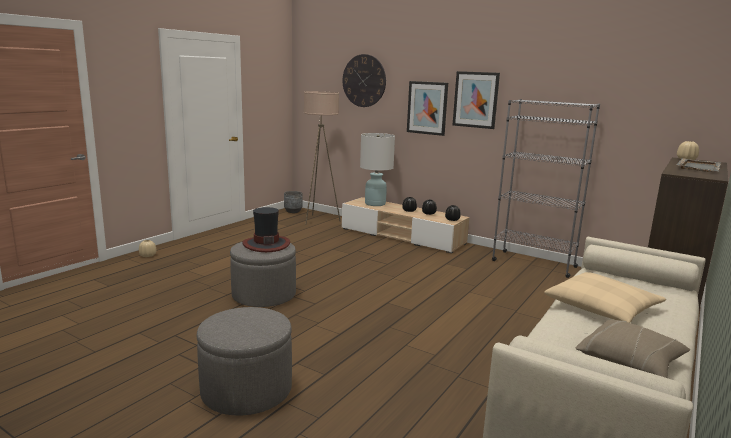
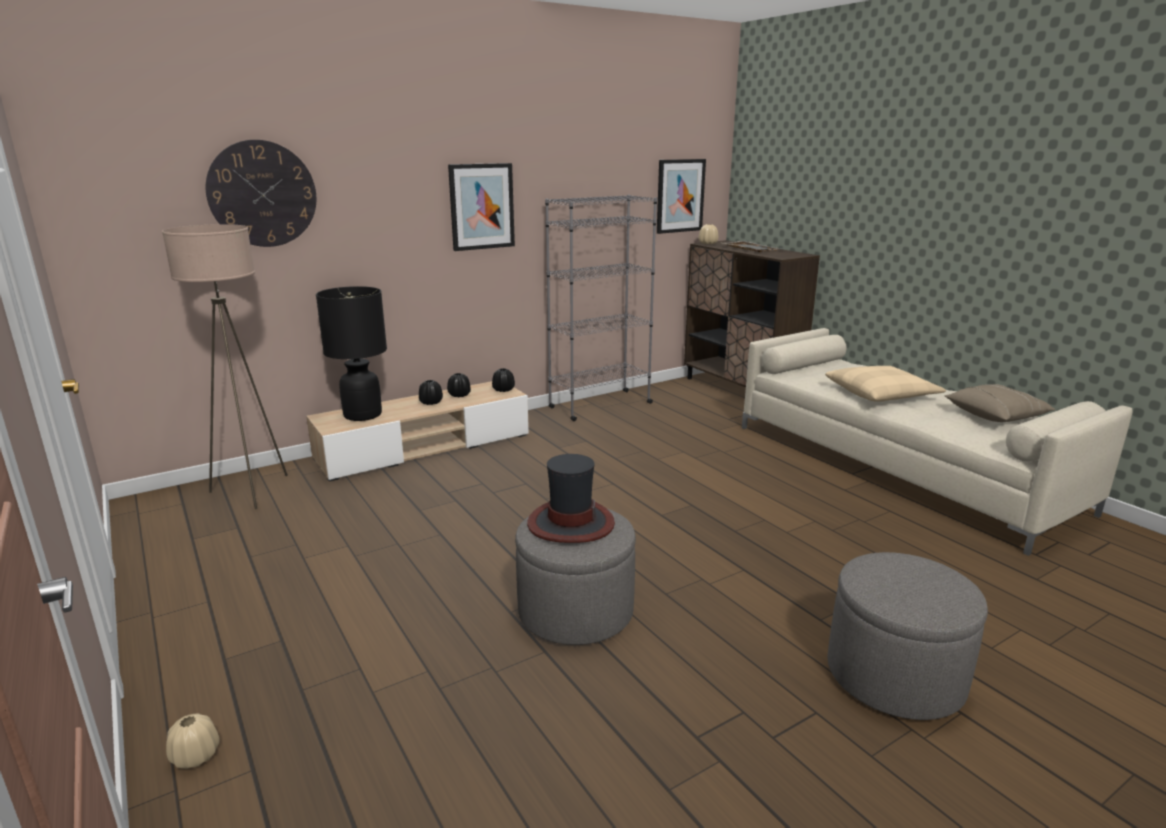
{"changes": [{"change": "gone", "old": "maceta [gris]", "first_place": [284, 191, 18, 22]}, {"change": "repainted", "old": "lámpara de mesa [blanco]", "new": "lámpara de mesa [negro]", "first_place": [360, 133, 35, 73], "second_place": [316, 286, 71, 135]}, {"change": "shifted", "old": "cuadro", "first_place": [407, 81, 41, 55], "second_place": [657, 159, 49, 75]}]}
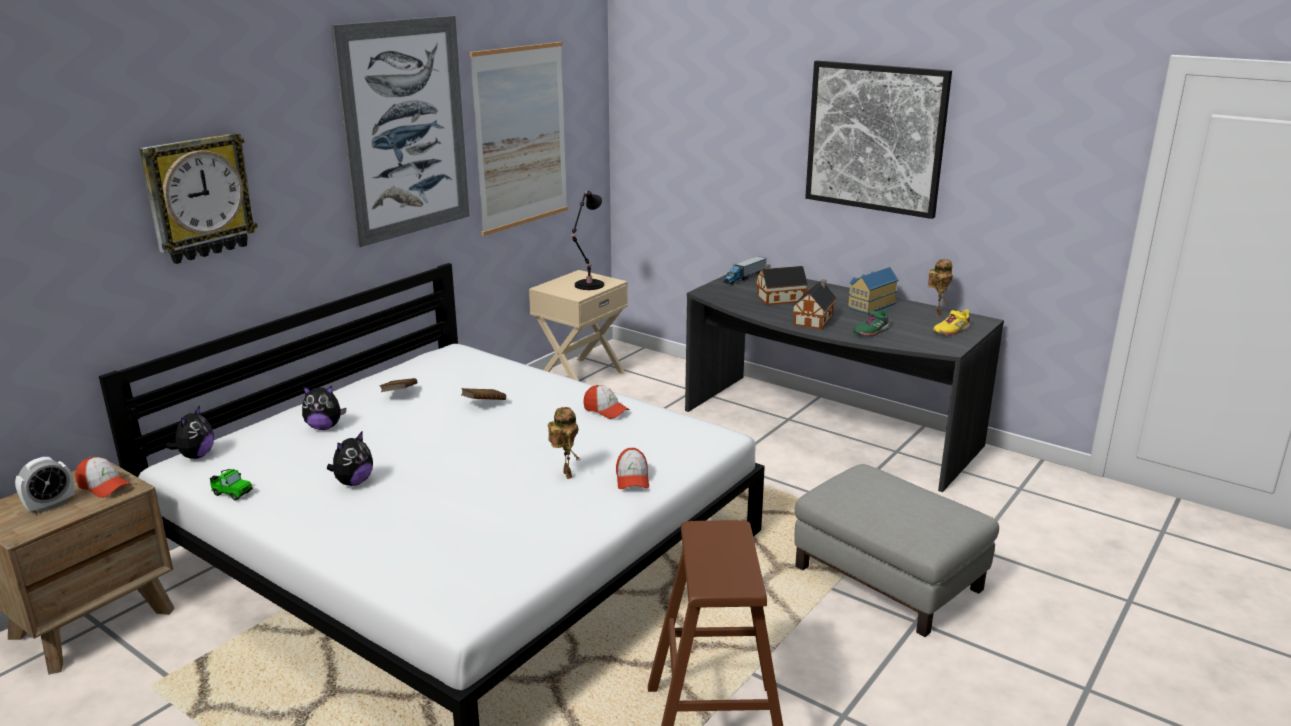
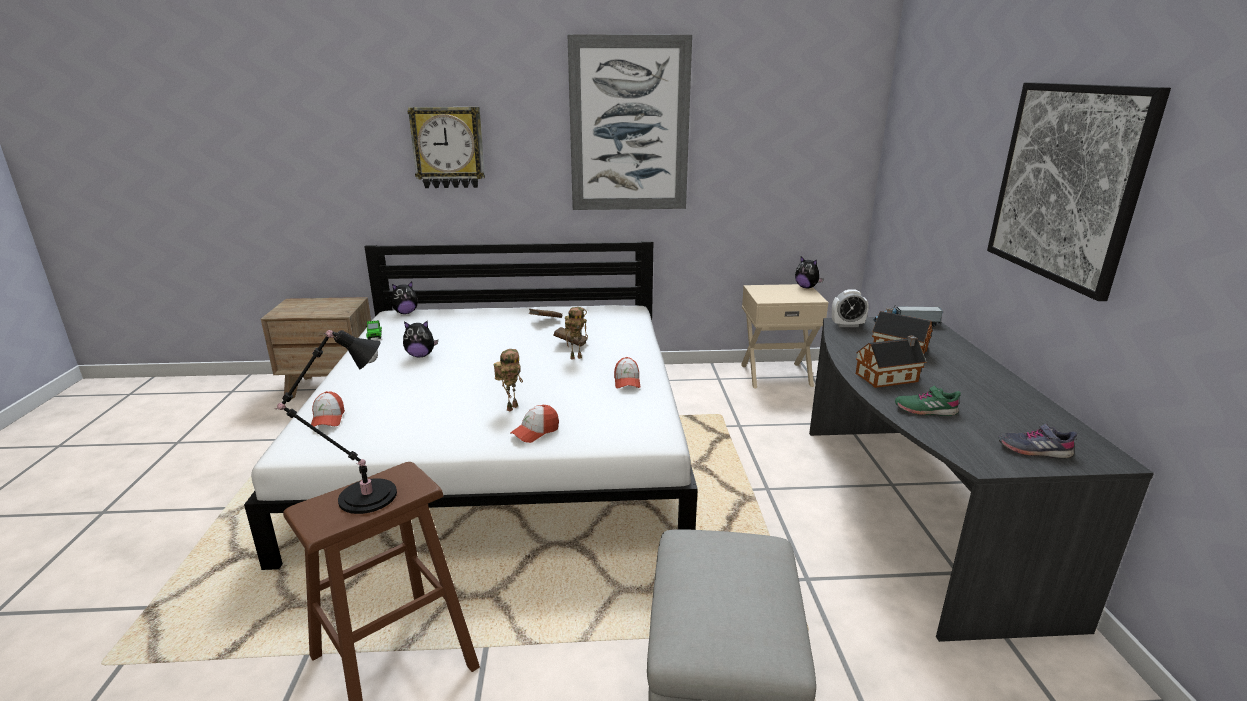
{"changes": [{"change": "shifted", "old": "despertador", "first_place": [15, 457, 60, 56], "second_place": [832, 289, 37, 38]}, {"change": "shifted", "old": "gorra", "first_place": [75, 457, 56, 41], "second_place": [311, 391, 34, 36]}, {"change": "shifted", "old": "peluche", "first_place": [302, 386, 44, 44], "second_place": [795, 257, 28, 31]}, {"change": "gone", "old": "cuadro", "first_place": [469, 42, 99, 194]}, {"change": "shifted", "old": "lámpara de mesa [negro]", "first_place": [571, 191, 33, 99], "second_place": [275, 330, 122, 184]}, {"change": "gone", "old": "casita", "first_place": [848, 267, 50, 47]}, {"change": "shifted", "old": "robot de juguete", "first_place": [928, 259, 25, 58], "second_place": [565, 307, 23, 53]}, {"change": "repainted", "old": "zapato [amarillo]", "new": "zapato [gris]", "first_place": [933, 309, 37, 27], "second_place": [998, 423, 79, 36]}]}
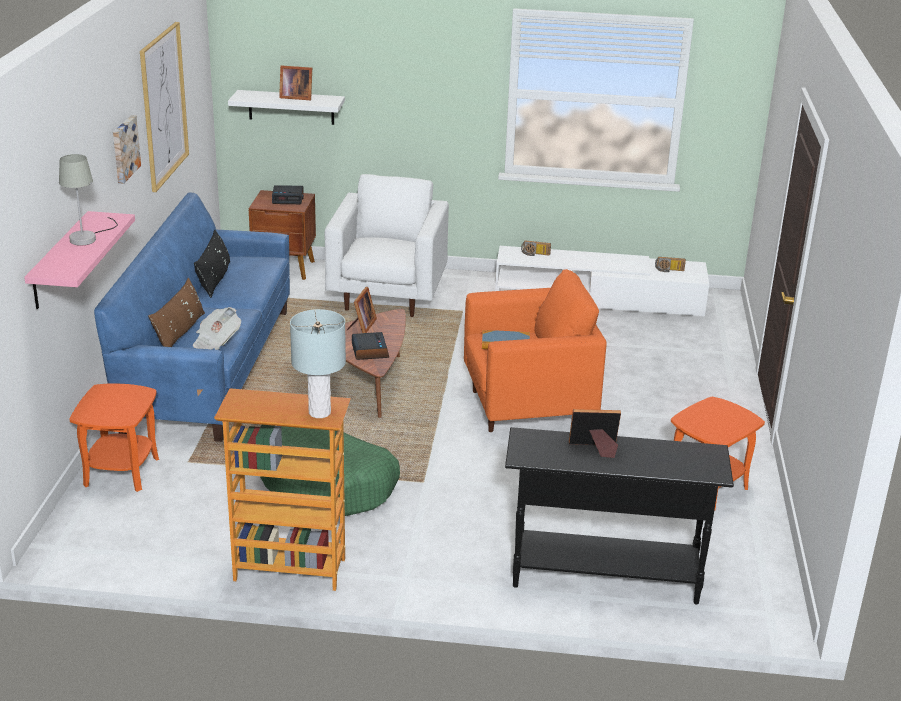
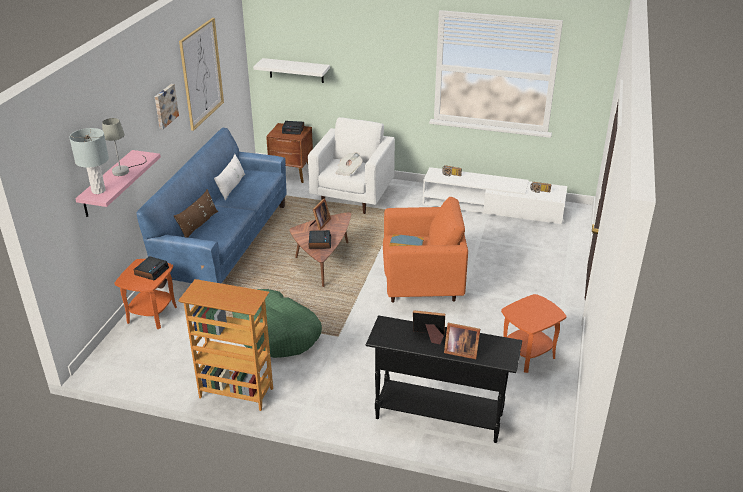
{"changes": [{"change": "shifted", "old": "periódico", "first_place": [193, 307, 48, 43], "second_place": [335, 152, 27, 24]}, {"change": "repainted", "old": "cojín [negro]", "new": "cojín [blanco]", "first_place": [194, 230, 36, 68], "second_place": [214, 154, 31, 46]}, {"change": "shifted", "old": "portarretratos", "first_place": [279, 65, 33, 35], "second_place": [444, 323, 36, 36]}, {"change": "shifted", "old": "lámpara de mesa [gris]", "first_place": [290, 309, 56, 109], "second_place": [69, 128, 40, 66]}, {"change": "new", "new": "despertador", "second_place": [134, 256, 35, 25]}]}
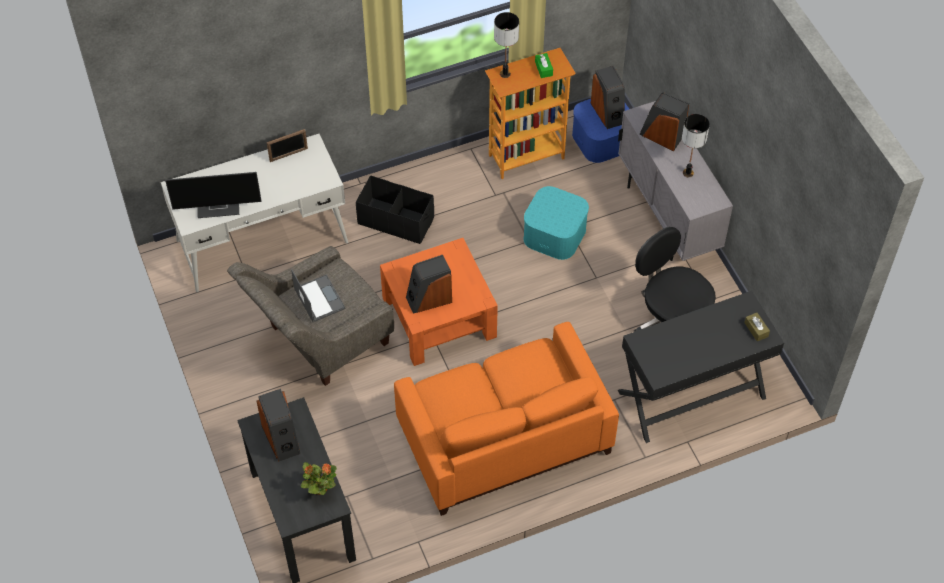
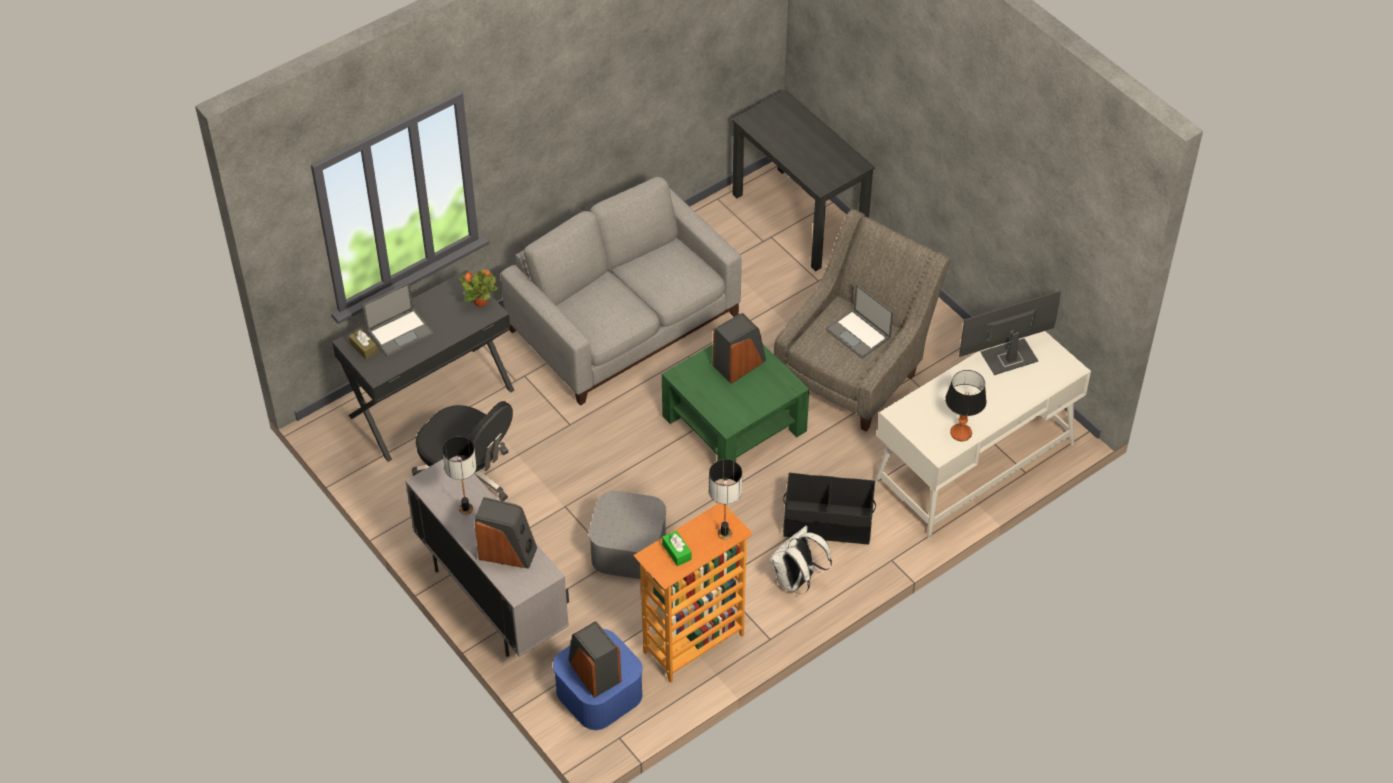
{"changes": [{"change": "gone", "old": "altavoz", "first_place": [256, 389, 44, 73]}, {"change": "swapped", "old": "portarretratos", "new": "lámpara de mesa", "first_place": [267, 129, 41, 33], "second_place": [945, 370, 42, 71]}, {"change": "shifted", "old": "planta en maceta", "first_place": [301, 462, 36, 33], "second_place": [459, 269, 39, 37]}, {"change": "repainted", "old": "mesa de centro [naranja]", "new": "mesa de centro [verde]", "first_place": [380, 238, 118, 128], "second_place": [662, 343, 147, 137]}, {"change": "repainted", "old": "sofá [naranja]", "new": "sofá [gris]", "first_place": [394, 322, 225, 194], "second_place": [501, 177, 240, 229]}, {"change": "repainted", "old": "caja de almacenaje [turquesa]", "new": "caja de almacenaje [gris]", "first_place": [524, 186, 65, 74], "second_place": [589, 491, 77, 88]}, {"change": "new", "new": "portátil", "second_place": [362, 283, 72, 74]}, {"change": "new", "new": "mochila [blanco]", "second_place": [770, 526, 62, 68]}]}
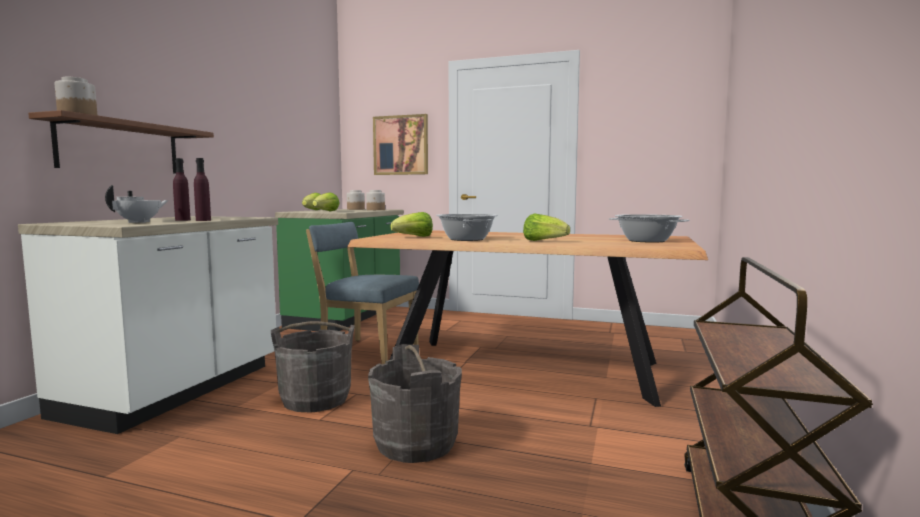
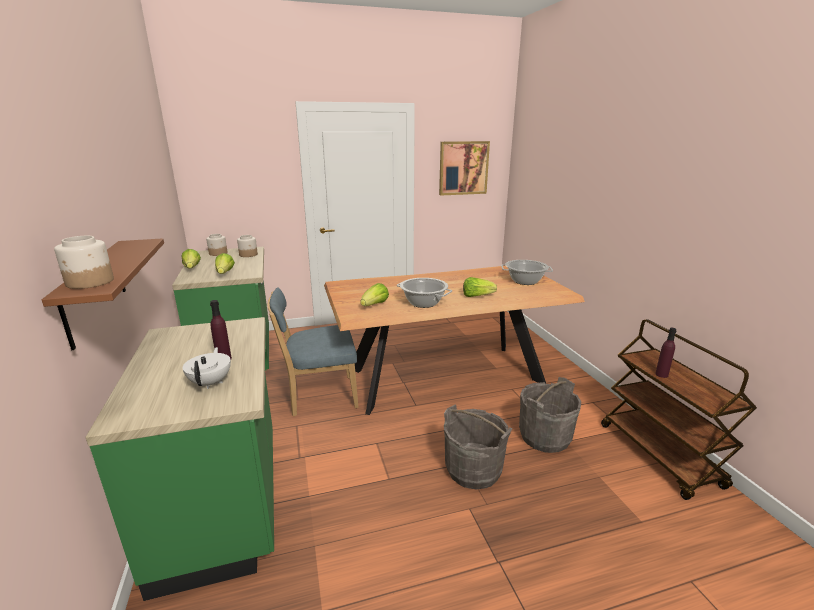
{"changes": [{"change": "repainted", "old": "mueble bajo de cocina [blanco]", "new": "mueble bajo de cocina [verde]", "first_place": [18, 216, 260, 218], "second_place": [86, 317, 188, 284]}, {"change": "shifted", "old": "botella [morado]", "first_place": [194, 158, 17, 63], "second_place": [655, 328, 22, 50]}, {"change": "shifted", "old": "cubo [gris]", "first_place": [271, 321, 84, 91], "second_place": [519, 377, 62, 76]}, {"change": "shifted", "old": "cuadro", "first_place": [373, 114, 55, 61], "second_place": [439, 141, 51, 55]}]}
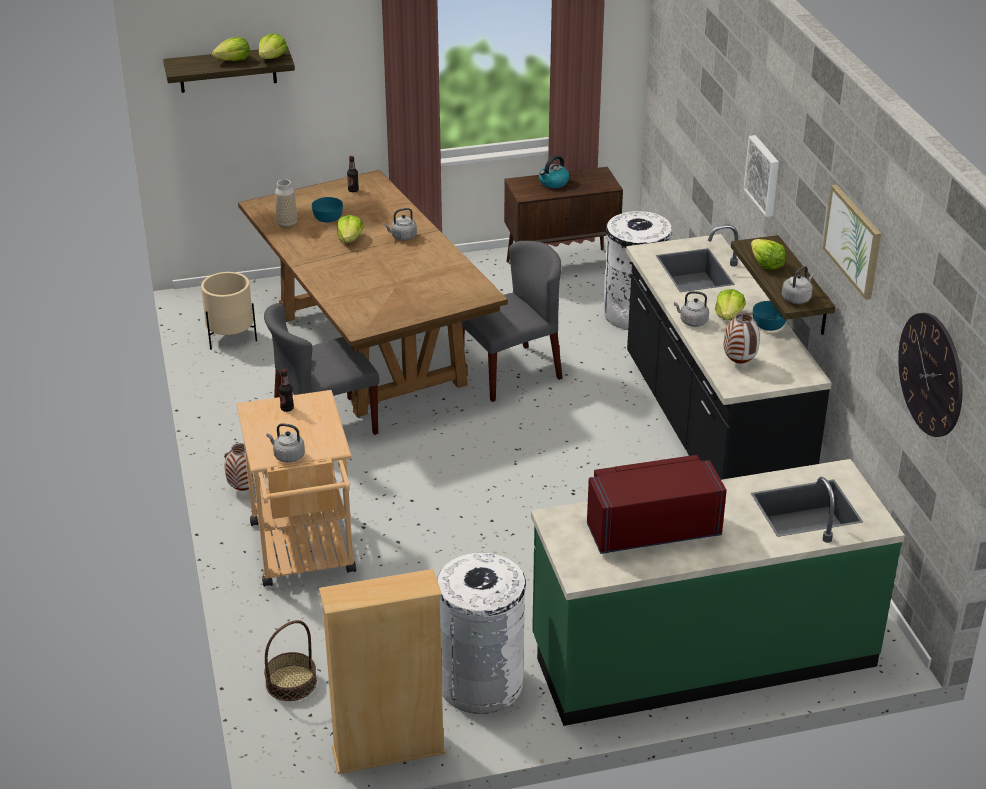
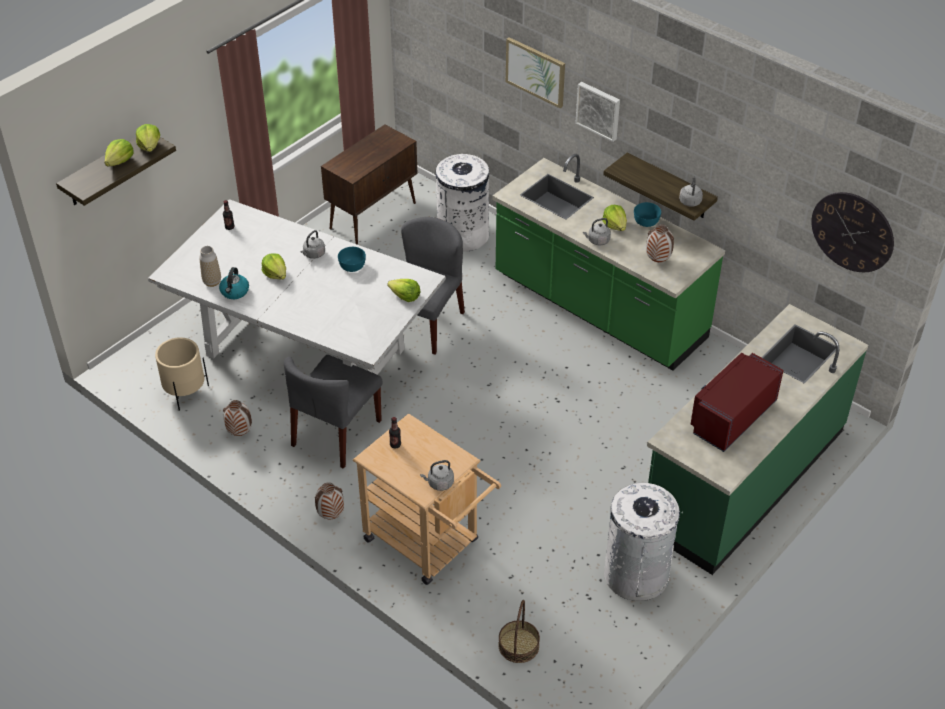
{"changes": [{"change": "repainted", "old": "mesa de comedor [marrón]", "new": "mesa de comedor [blanco]", "first_place": [238, 170, 270, 247], "second_place": [148, 199, 298, 176]}, {"change": "shifted", "old": "cuenco [turquesa]", "first_place": [312, 197, 31, 25], "second_place": [338, 247, 28, 25]}, {"change": "gone", "old": "estantería [beis]", "first_place": [319, 569, 127, 205]}, {"change": "shifted", "old": "hervidor", "first_place": [539, 155, 30, 33], "second_place": [219, 267, 30, 32]}, {"change": "repainted", "old": "mueble bajo de cocina [negro]", "new": "mueble bajo de cocina [verde]", "first_place": [626, 224, 206, 256], "second_place": [492, 154, 233, 217]}, {"change": "shifted", "old": "lechuga", "first_place": [751, 239, 34, 31], "second_place": [387, 279, 33, 23]}, {"change": "shifted", "old": "cuadro", "first_place": [823, 185, 58, 115], "second_place": [506, 37, 59, 71]}, {"change": "new", "new": "florero", "second_place": [223, 400, 29, 36]}]}
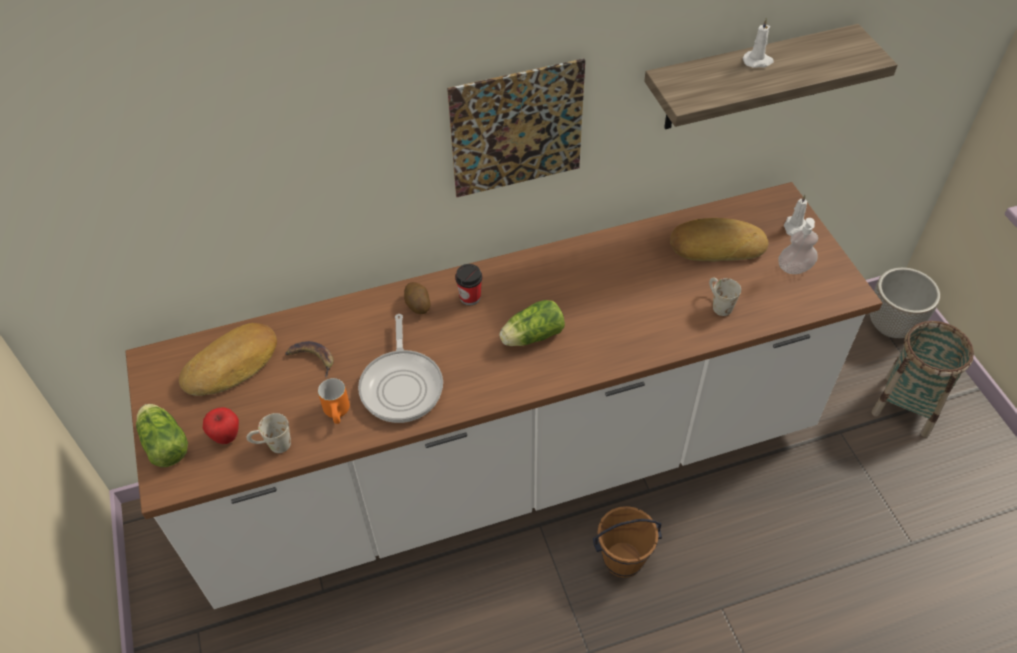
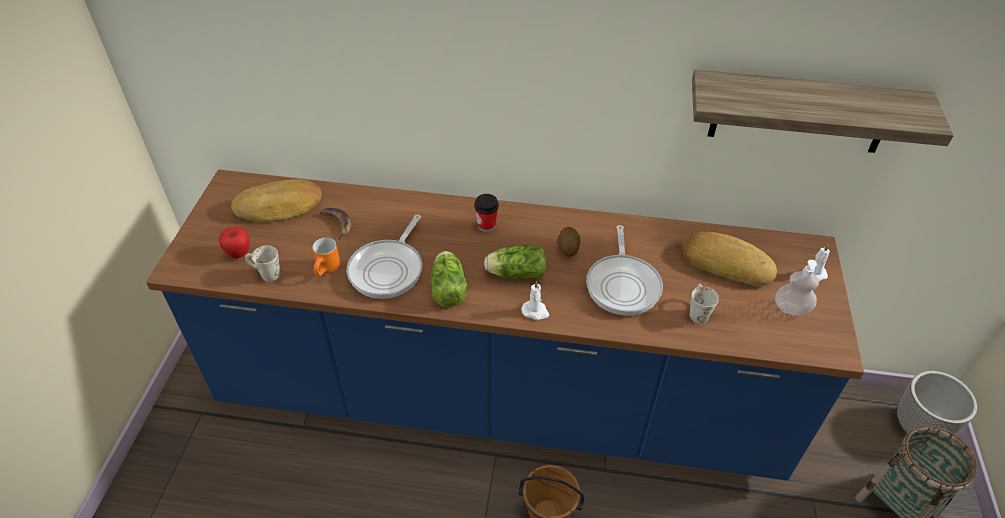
{"changes": [{"change": "repainted", "old": "mueble bajo de cocina [blanco]", "new": "mueble bajo de cocina [azul]", "first_place": [125, 182, 757, 427], "second_place": [146, 170, 718, 311]}, {"change": "shifted", "old": "lechuga", "first_place": [136, 404, 52, 63], "second_place": [431, 251, 36, 56]}, {"change": "shifted", "old": "patata", "first_place": [404, 282, 27, 32], "second_place": [557, 227, 23, 30]}, {"change": "gone", "old": "cuadro", "first_place": [447, 58, 138, 139]}, {"change": "shifted", "old": "vela [blanco]", "first_place": [743, 18, 31, 50], "second_place": [521, 280, 28, 40]}, {"change": "new", "new": "sartén", "second_place": [586, 225, 77, 91]}]}
